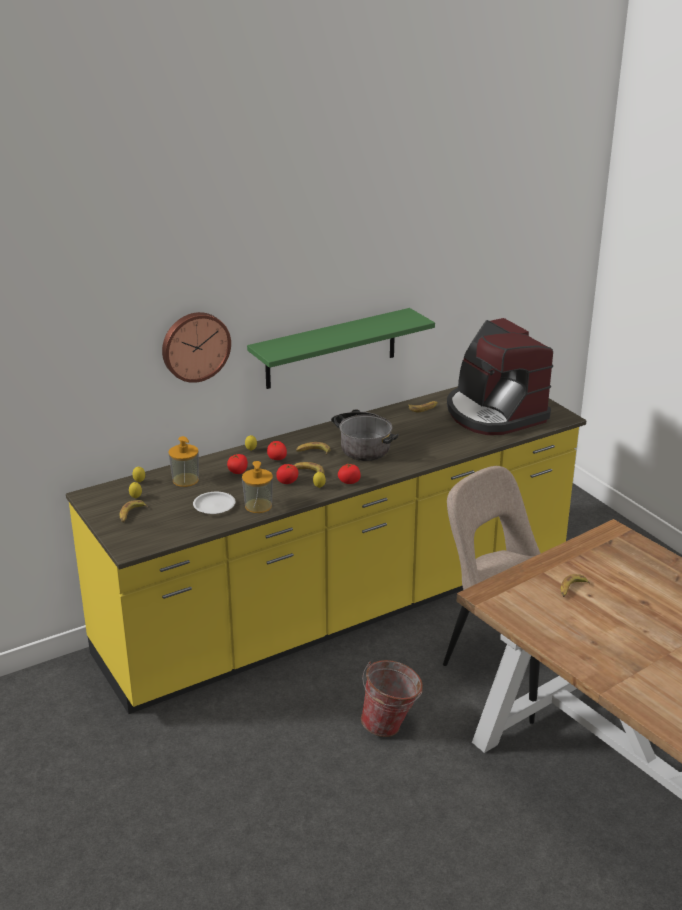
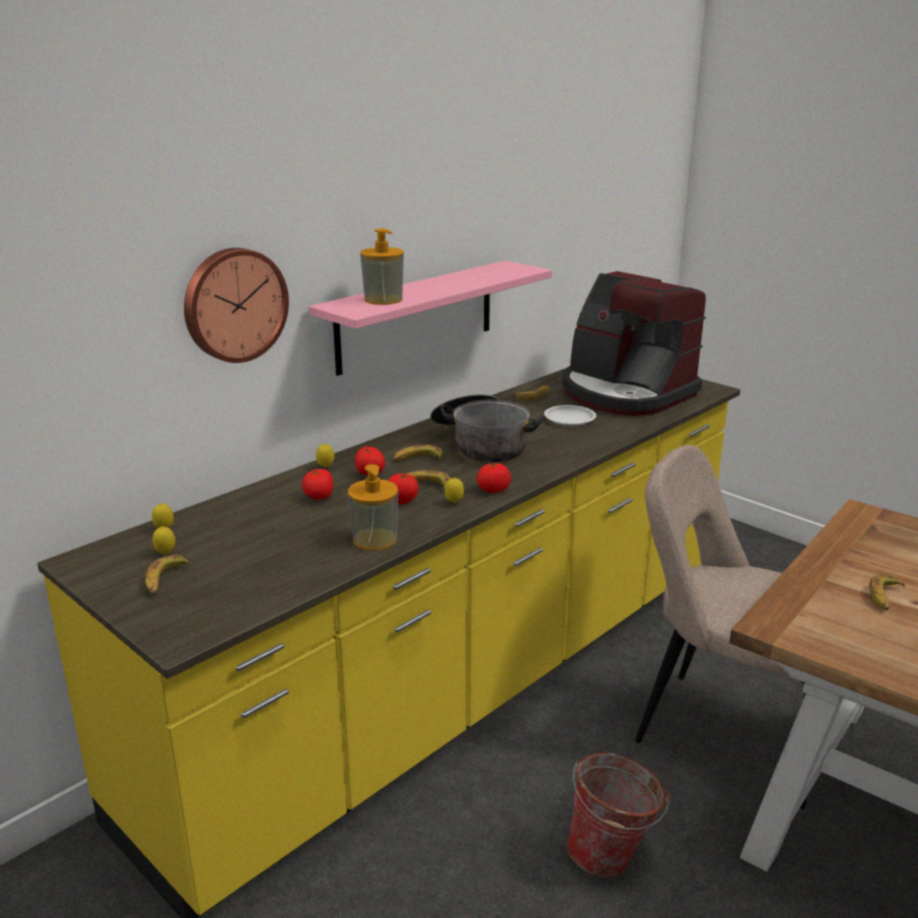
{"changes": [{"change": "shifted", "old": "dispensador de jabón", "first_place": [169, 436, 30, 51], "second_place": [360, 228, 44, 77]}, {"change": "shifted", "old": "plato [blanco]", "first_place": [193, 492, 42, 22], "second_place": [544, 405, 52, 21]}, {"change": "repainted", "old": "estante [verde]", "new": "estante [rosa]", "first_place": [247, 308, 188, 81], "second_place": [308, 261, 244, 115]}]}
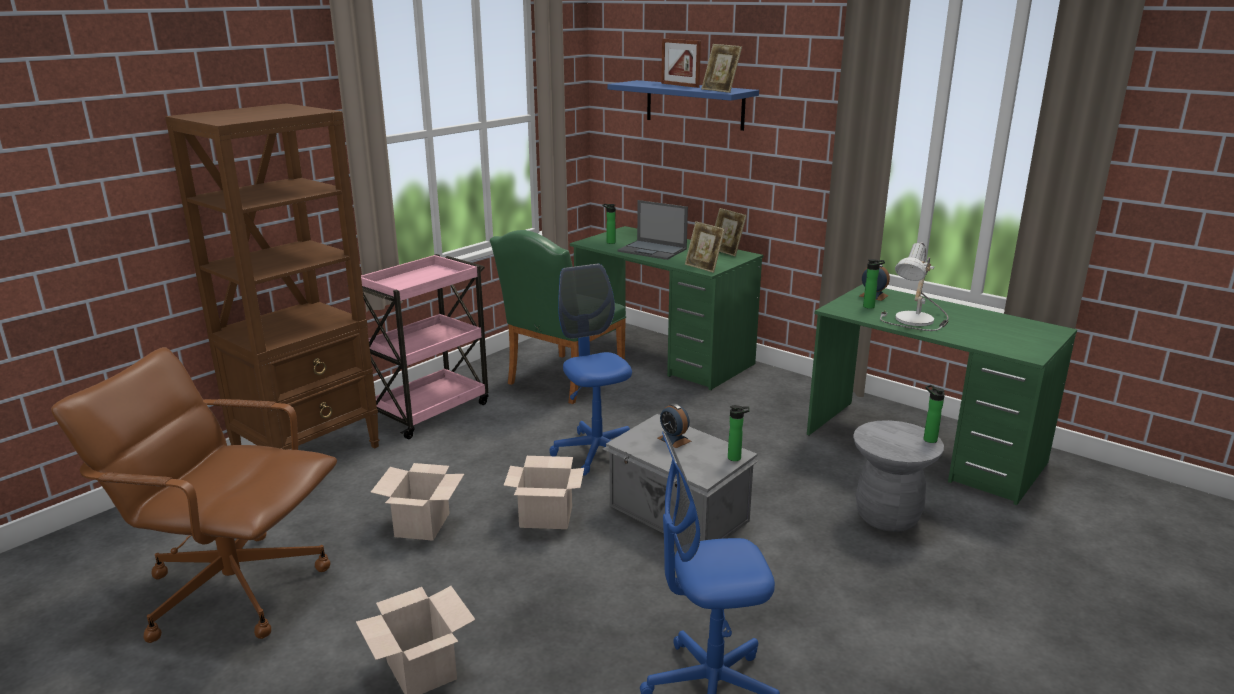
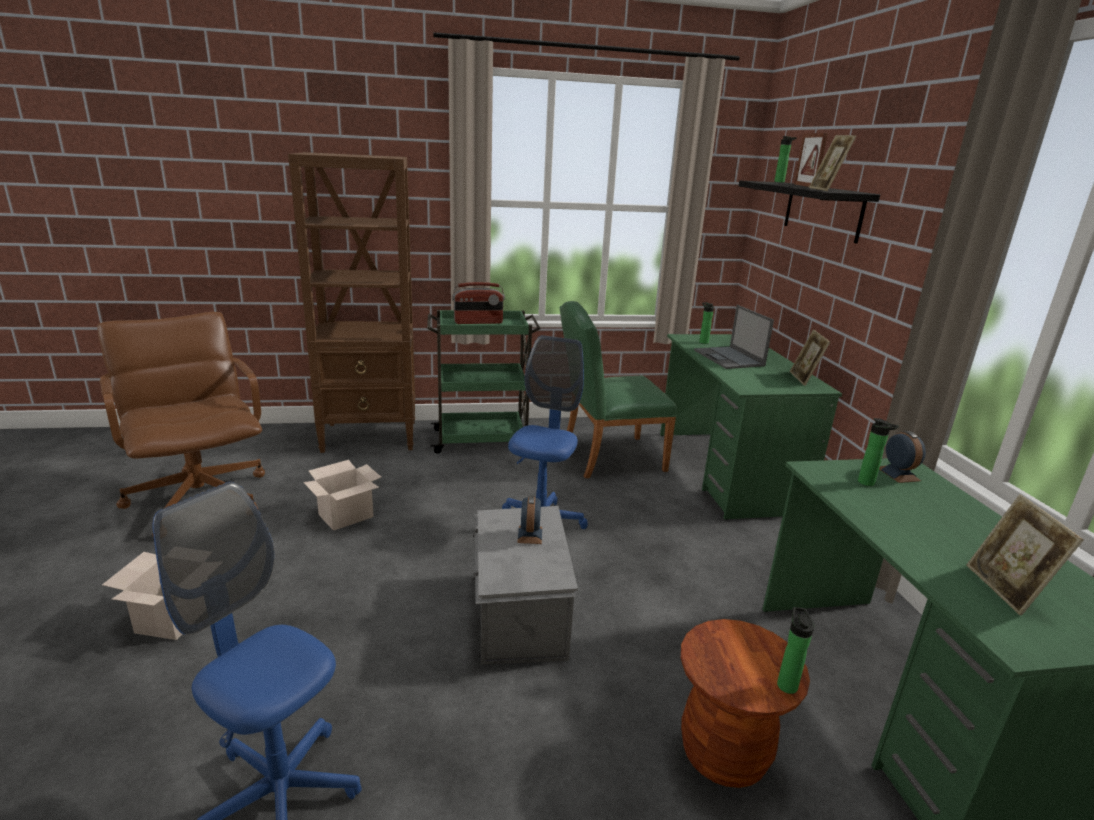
{"changes": [{"change": "repainted", "old": "carrito [rosa]", "new": "carrito [verde]", "first_place": [361, 254, 127, 185], "second_place": [427, 310, 113, 144]}, {"change": "gone", "old": "caja de cartón", "first_place": [504, 456, 80, 73]}, {"change": "repainted", "old": "estante [azul]", "new": "estante [negro]", "first_place": [608, 80, 151, 51], "second_place": [739, 181, 141, 62]}, {"change": "shifted", "old": "portarretratos", "first_place": [685, 221, 40, 52], "second_place": [966, 494, 118, 121]}, {"change": "shifted", "old": "botella", "first_place": [728, 405, 21, 56], "second_place": [774, 136, 23, 47]}, {"change": "repainted", "old": "taburete [gris]", "new": "taburete [marrón]", "first_place": [853, 420, 91, 112], "second_place": [681, 619, 129, 169]}, {"change": "gone", "old": "lámpara de mesa", "first_place": [880, 242, 69, 89]}, {"change": "new", "new": "radio", "second_place": [452, 282, 53, 42]}]}
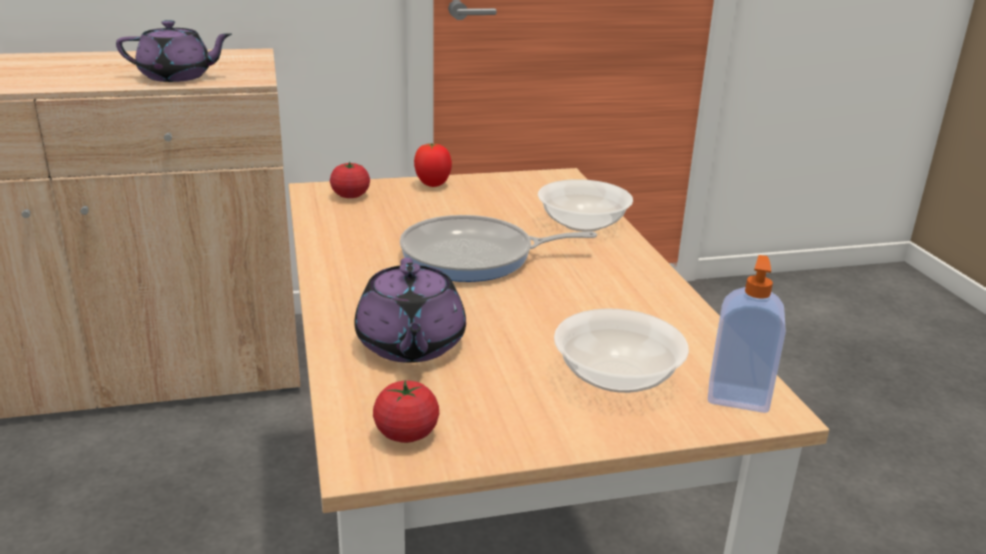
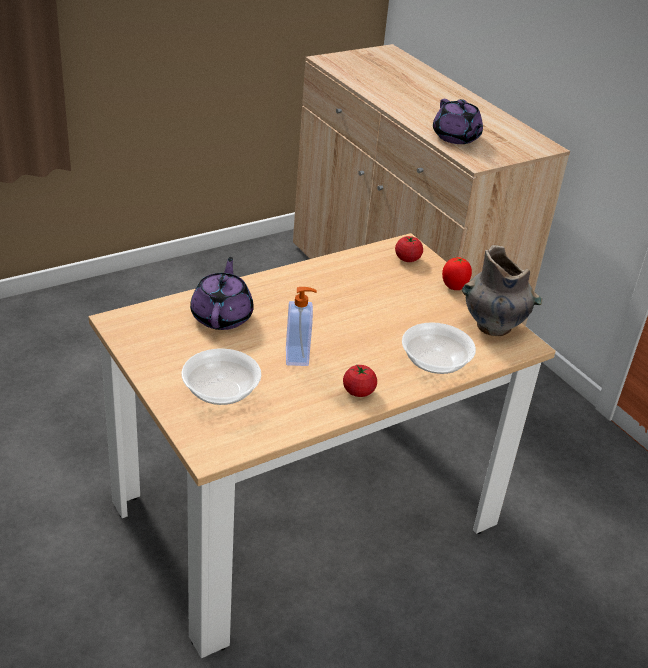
{"changes": [{"change": "rotated", "old": "tetera [morado]", "first_place": [355, 258, 111, 105], "second_place": [190, 257, 64, 73], "degrees": 120}, {"change": "shifted", "old": "tomate", "first_place": [373, 380, 66, 63], "second_place": [343, 364, 34, 33]}, {"change": "gone", "old": "sartén", "first_place": [400, 215, 197, 67]}, {"change": "shifted", "old": "dispensador de jabón", "first_place": [708, 255, 78, 158], "second_place": [286, 287, 31, 79]}, {"change": "new", "new": "florero [gris]", "second_place": [462, 245, 80, 91]}]}
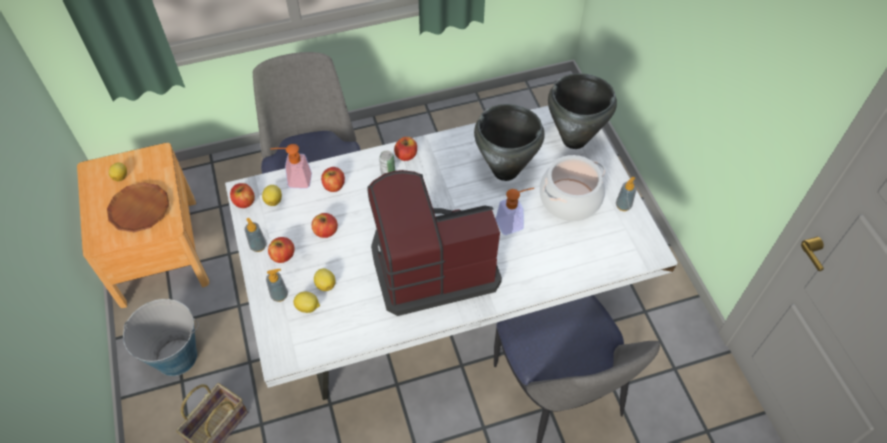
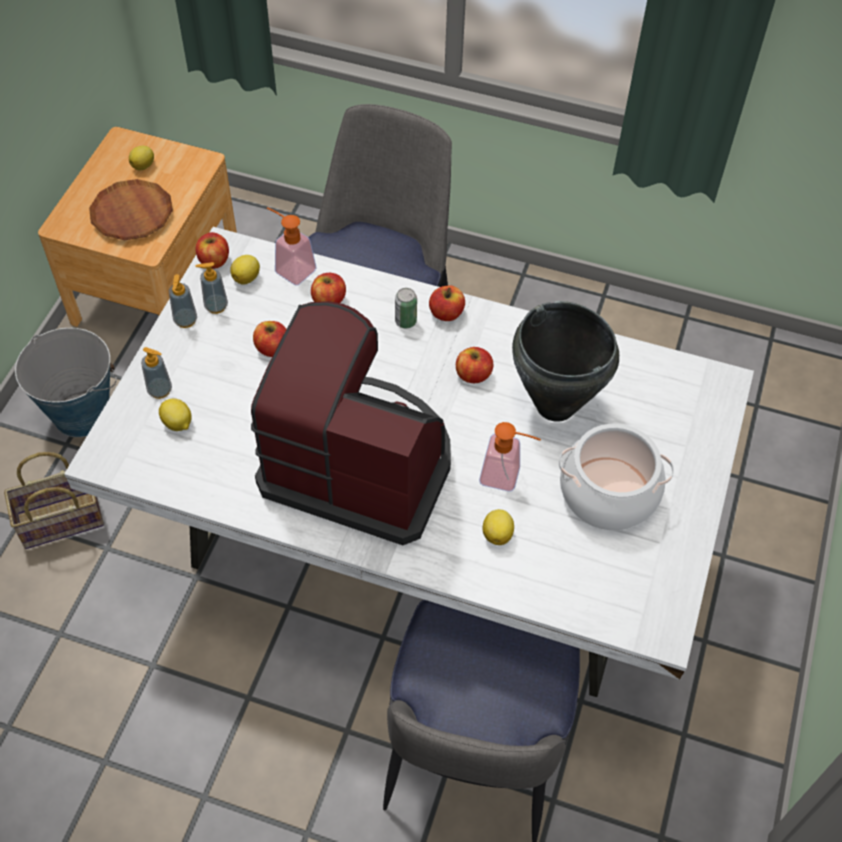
{"changes": [{"change": "shifted", "old": "manzana", "first_place": [268, 237, 27, 26], "second_place": [456, 347, 37, 36]}, {"change": "shifted", "old": "limón", "first_place": [314, 268, 22, 23], "second_place": [482, 509, 32, 36]}, {"change": "gone", "old": "olla [negro]", "first_place": [548, 73, 69, 76]}, {"change": "shifted", "old": "dispensador de jabón", "first_place": [616, 177, 21, 34], "second_place": [195, 262, 33, 52]}]}
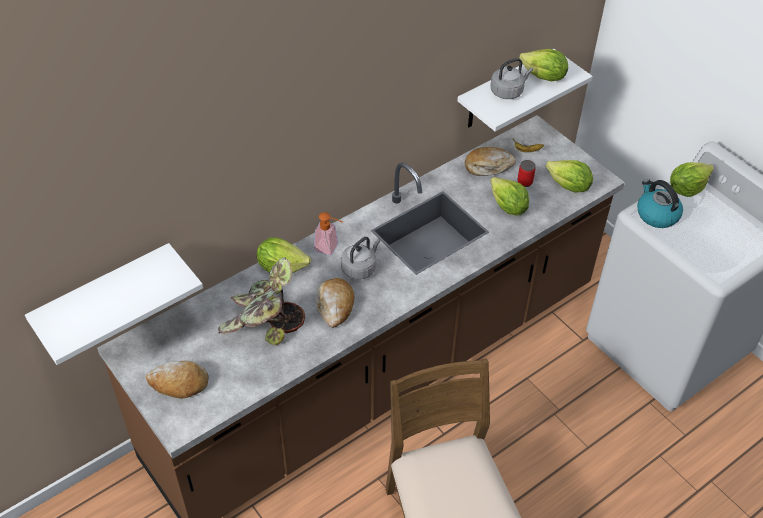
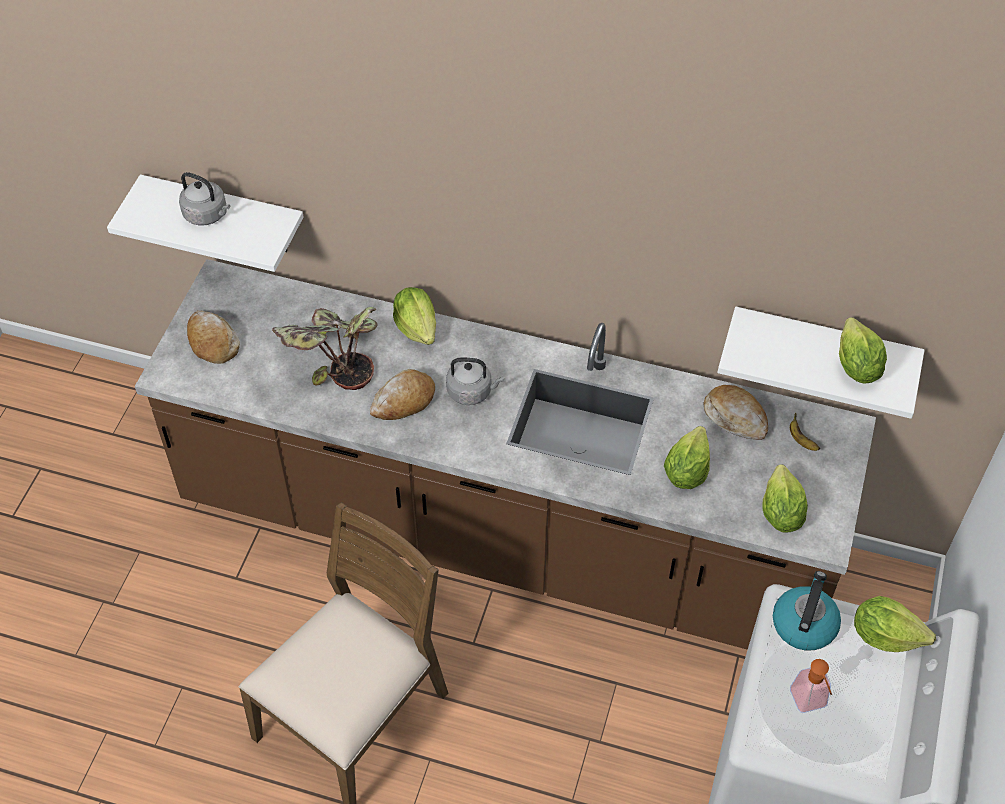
{"changes": [{"change": "shifted", "old": "dispensador de jabón", "first_place": [314, 212, 29, 43], "second_place": [790, 659, 42, 54]}, {"change": "shifted", "old": "hervidor [gris]", "first_place": [490, 58, 43, 41], "second_place": [179, 172, 51, 54]}, {"change": "gone", "old": "lata", "first_place": [517, 160, 19, 27]}]}
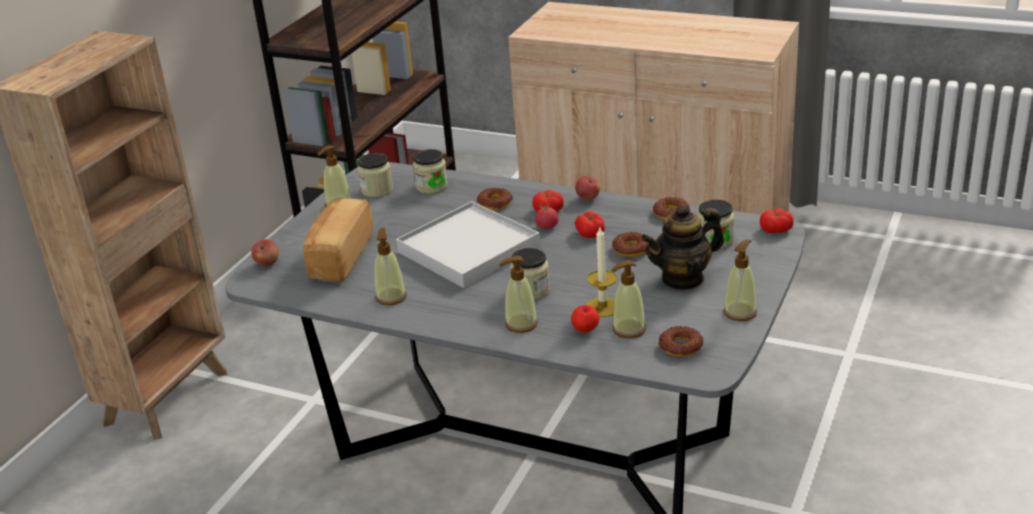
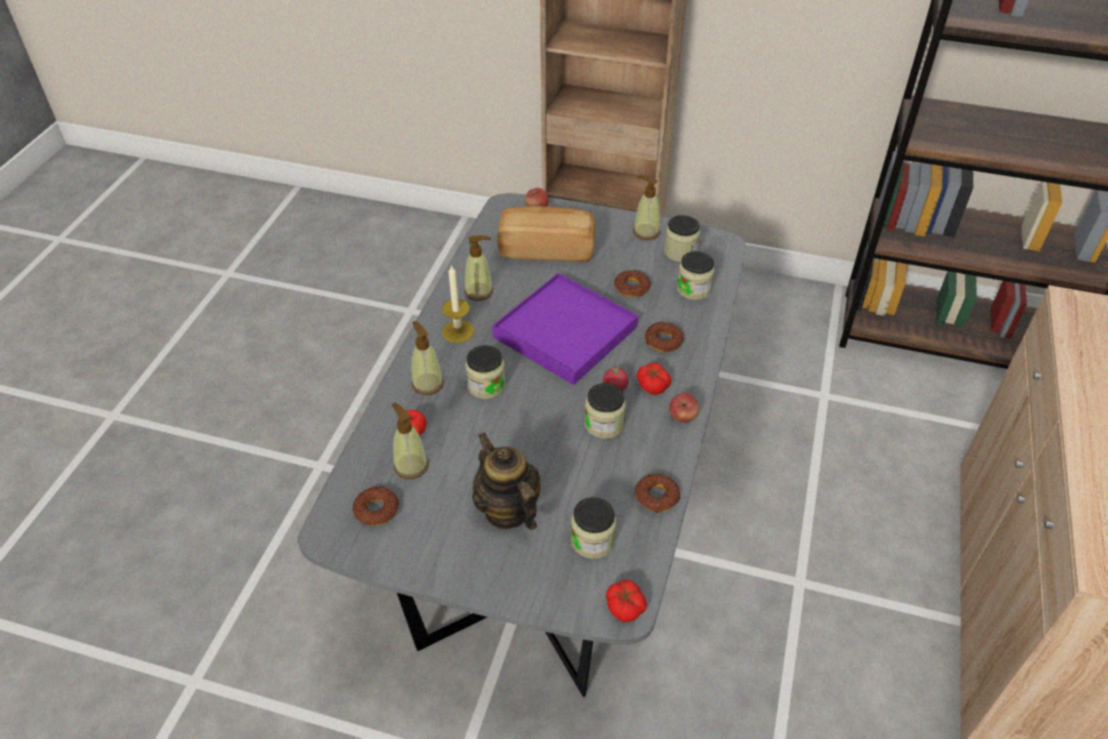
{"changes": [{"change": "repainted", "old": "bandeja [blanco]", "new": "bandeja [morado]", "first_place": [396, 201, 144, 87], "second_place": [492, 273, 146, 112]}, {"change": "swapped", "old": "tomate", "new": "tarro", "first_place": [575, 211, 30, 27], "second_place": [585, 383, 41, 56]}, {"change": "shifted", "old": "vela", "first_place": [587, 227, 30, 90], "second_place": [442, 264, 32, 79]}, {"change": "shifted", "old": "rosquilla", "first_place": [612, 232, 37, 25], "second_place": [614, 270, 37, 27]}, {"change": "gone", "old": "dispensador de jabón", "first_place": [723, 240, 34, 81]}]}
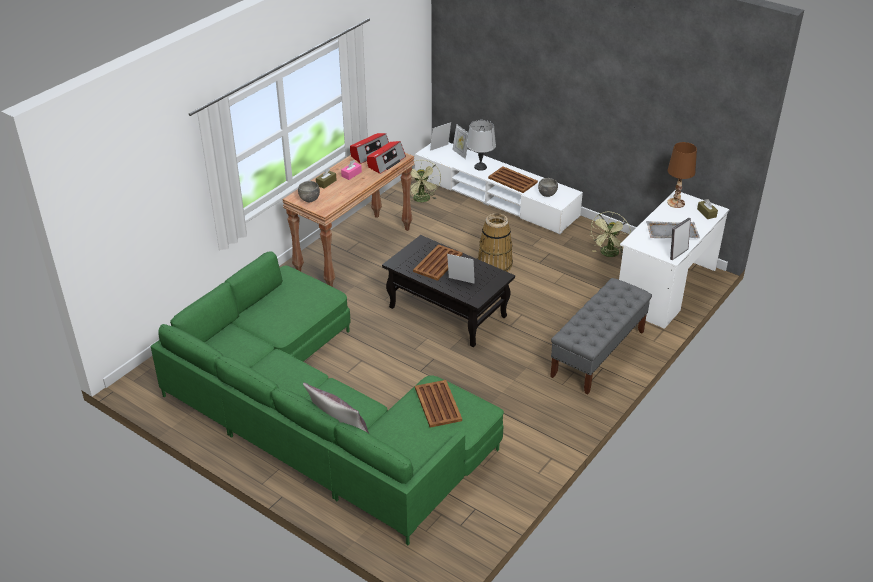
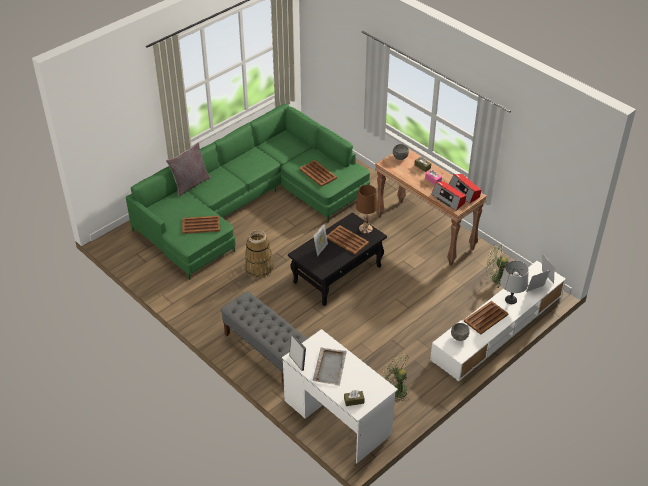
{"changes": [{"change": "shifted", "old": "cesta", "first_place": [478, 213, 35, 59], "second_place": [245, 230, 28, 48]}, {"change": "shifted", "old": "lámpara de mesa [marrón]", "first_place": [667, 142, 30, 66], "second_place": [356, 185, 21, 49]}, {"change": "new", "new": "bandeja [marrón]", "second_place": [299, 160, 38, 27]}]}
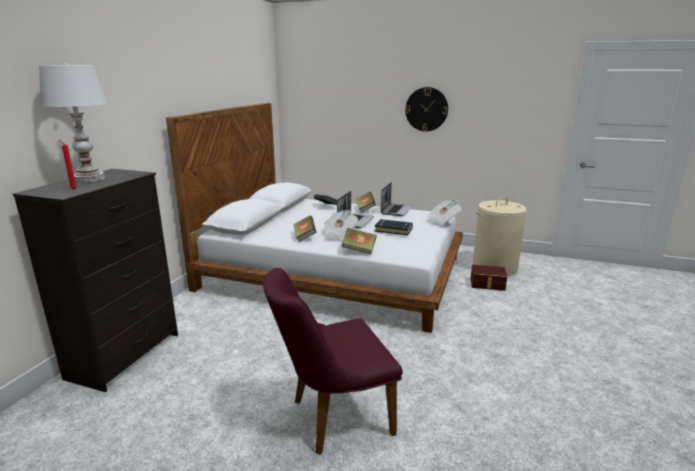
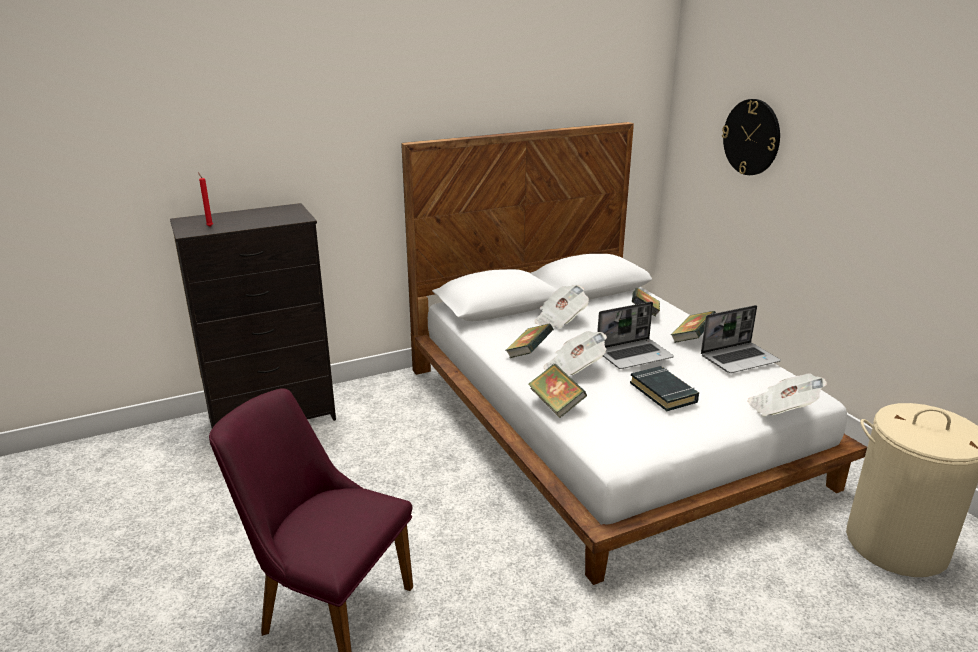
{"changes": [{"change": "gone", "old": "lámpara de mesa [blanco]", "first_place": [39, 63, 68, 120]}, {"change": "shifted", "old": "reloj de pared", "first_place": [405, 87, 43, 45], "second_place": [722, 99, 58, 76]}, {"change": "gone", "old": "caja de almacenaje [marrón]", "first_place": [471, 265, 36, 26]}, {"change": "new", "new": "periódico", "second_place": [535, 285, 54, 43]}]}
